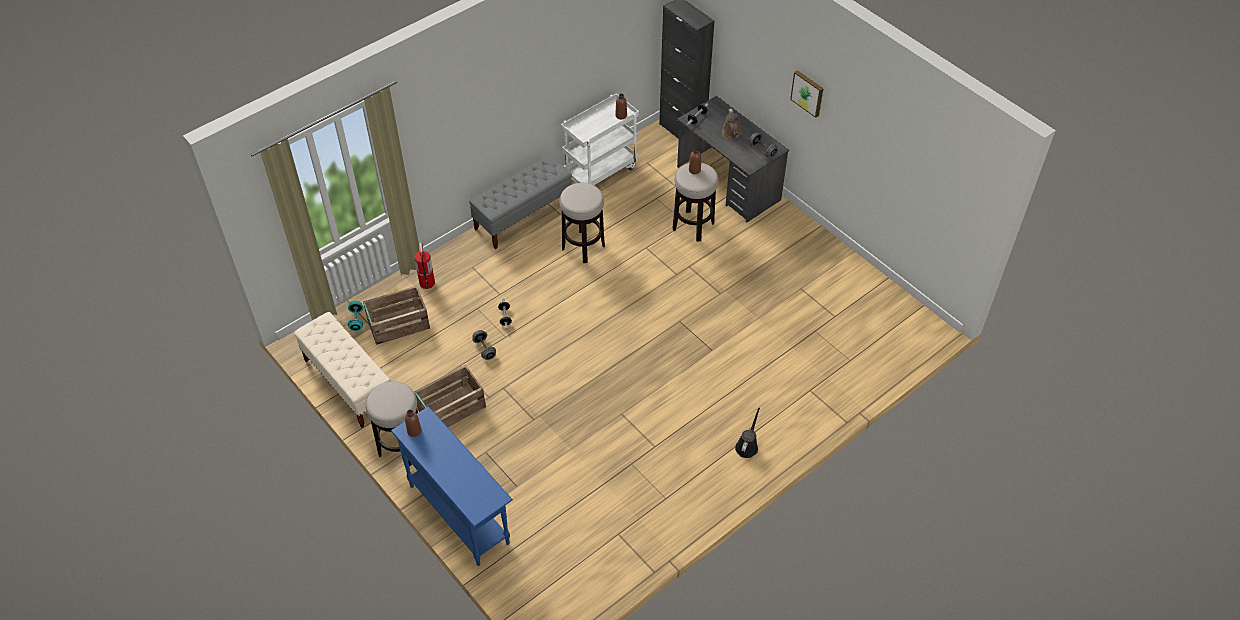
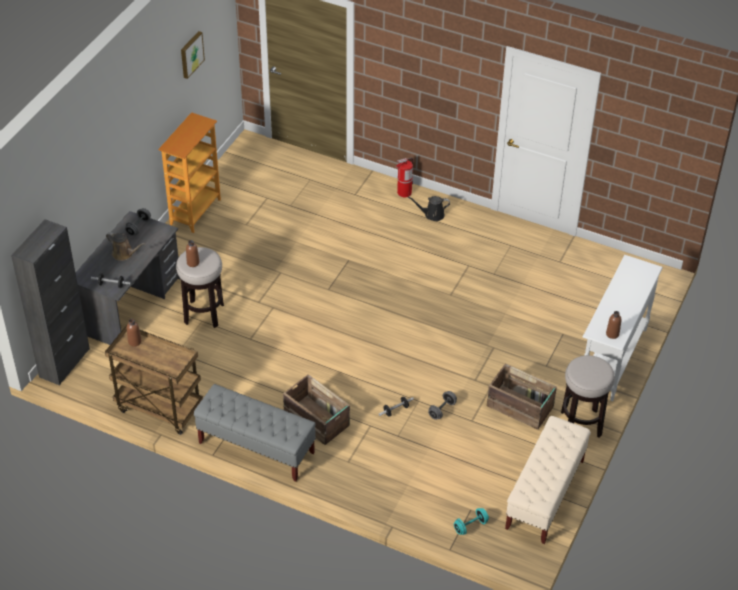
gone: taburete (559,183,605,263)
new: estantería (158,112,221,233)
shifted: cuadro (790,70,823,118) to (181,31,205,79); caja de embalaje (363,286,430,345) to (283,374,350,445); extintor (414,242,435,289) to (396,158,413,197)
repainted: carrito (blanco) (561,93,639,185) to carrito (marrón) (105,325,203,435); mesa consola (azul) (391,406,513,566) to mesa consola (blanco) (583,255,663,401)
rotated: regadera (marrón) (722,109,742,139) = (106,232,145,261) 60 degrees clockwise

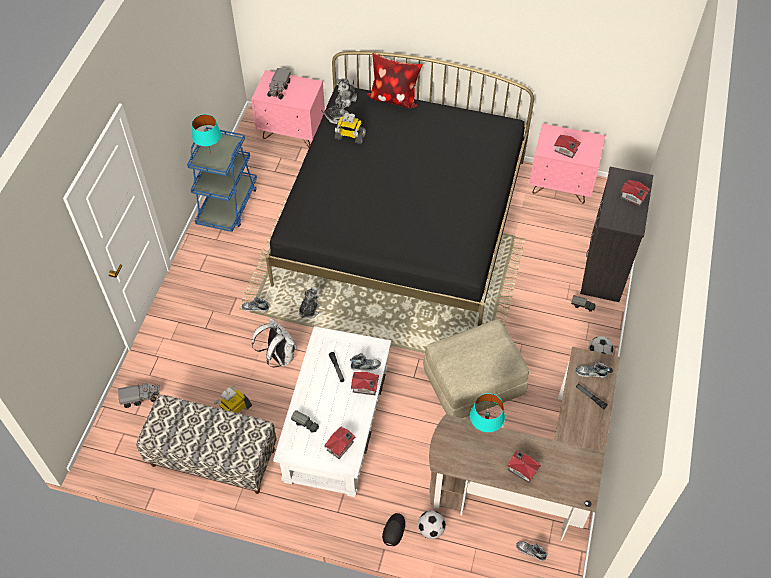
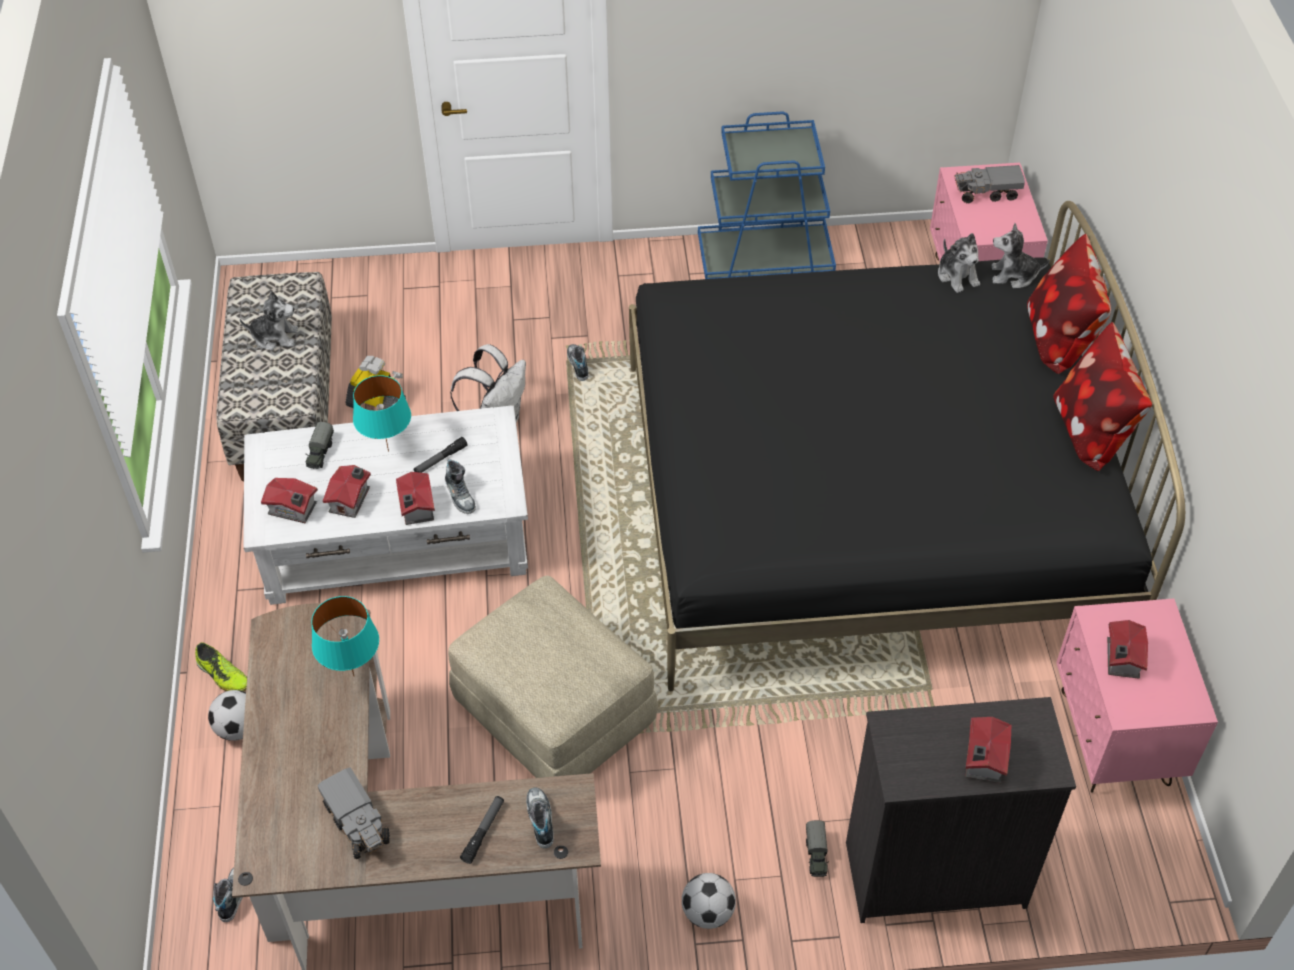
gone: robot de juguete (335,113,366,144)
new: cojín (1053,322,1152,471)
shifted: peluche (299,287,321,319) to (240,291,298,350); camión de juguete (118,383,160,408) to (317,767,390,859); casita (507,450,541,483) to (323,465,371,518); lámpara de mesa (turquesa) (192,114,221,154) to (353,375,411,452)
swapped: gorra (negro) (382,513,405,546) to zapato (195,642,247,692)

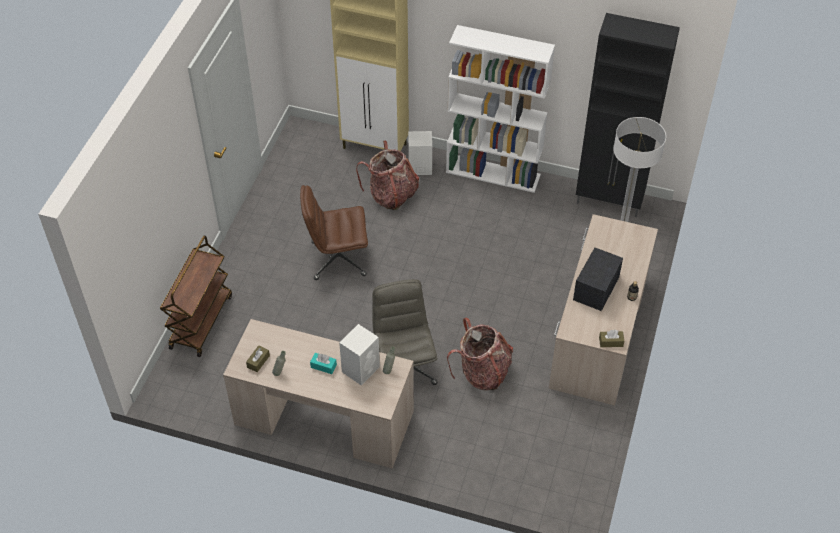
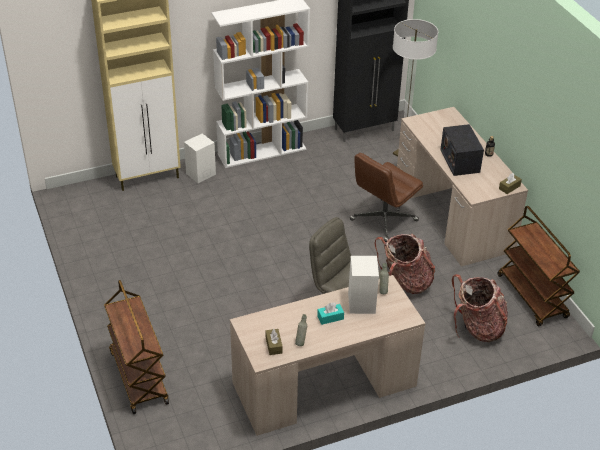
new: carrito (marrón) (498,206,580,327)
shifted: silla de oficina (marrón) (300,185,368,280) to (350,153,423,242); mochila (356,140,419,210) to (452,274,508,342)

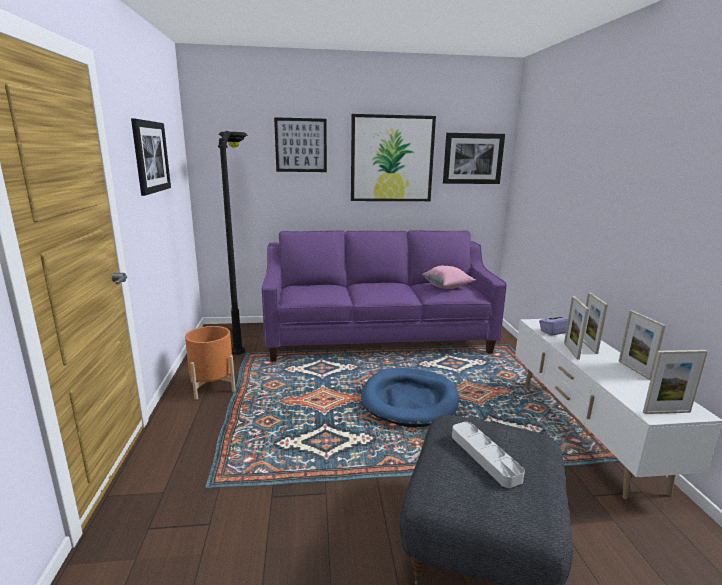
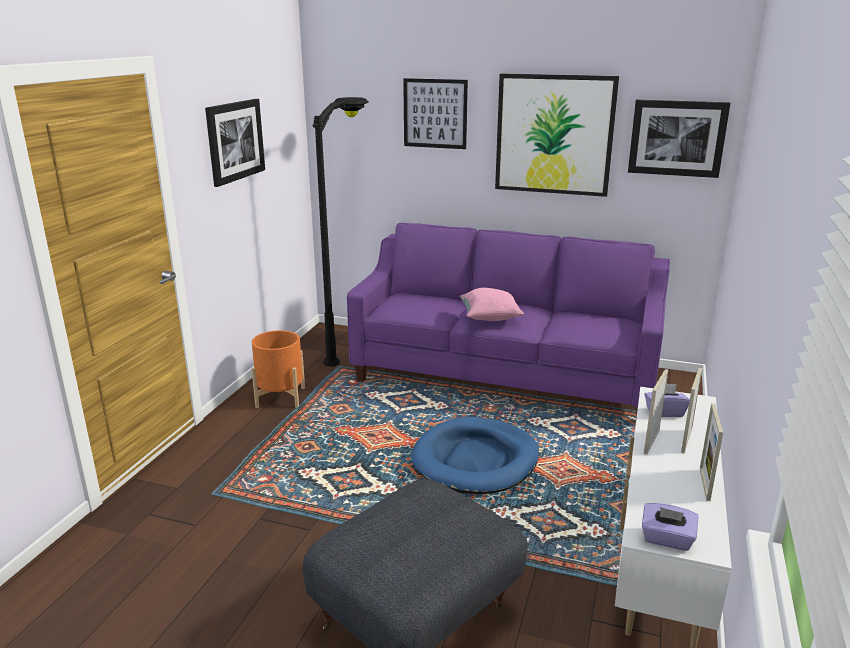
gone: bandeja (gris) (452,422,525,488)
shifted: cojín (rosa) (422,266,475,289) to (460,288,524,321)
swapped: portarretratos (643,350,708,414) to caja de pañuelos (morado) (642,503,699,551)

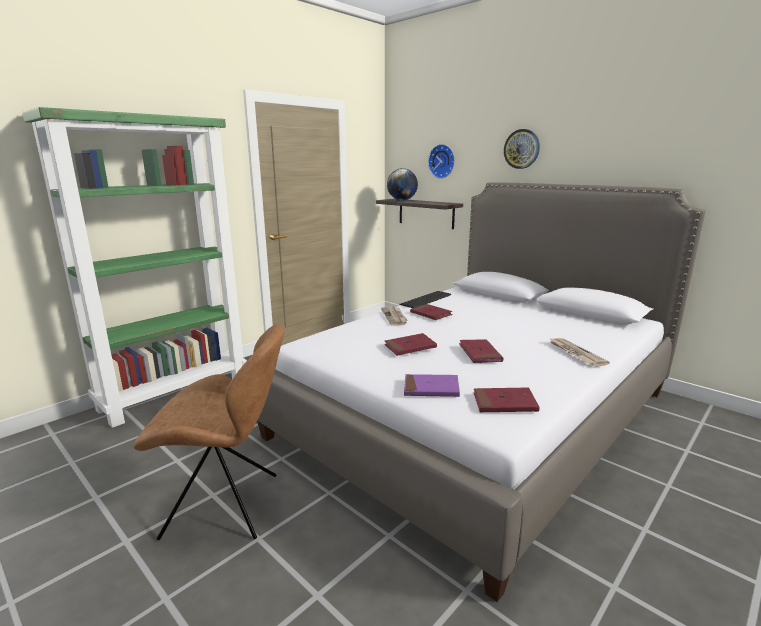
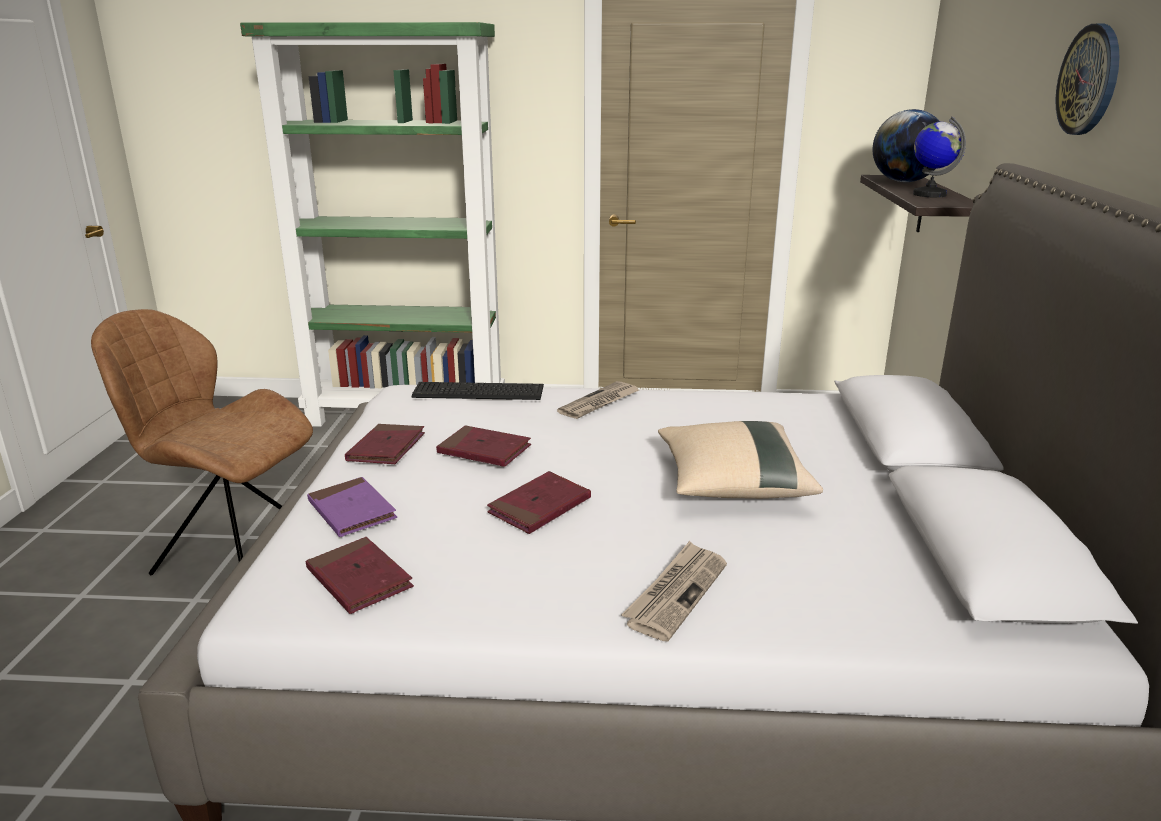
gone: reloj de pared (428,144,455,179)
new: cojín (beis) (658,421,823,499); globo terráqueo (913,116,966,198)
shifted: libro (rojo) (410,304,453,320) to (345,424,425,464); teclado (399,291,451,308) to (412,382,544,400)
rotated: silla (marrón) (134,324,285,540) = (91,309,313,575) 150 degrees clockwise

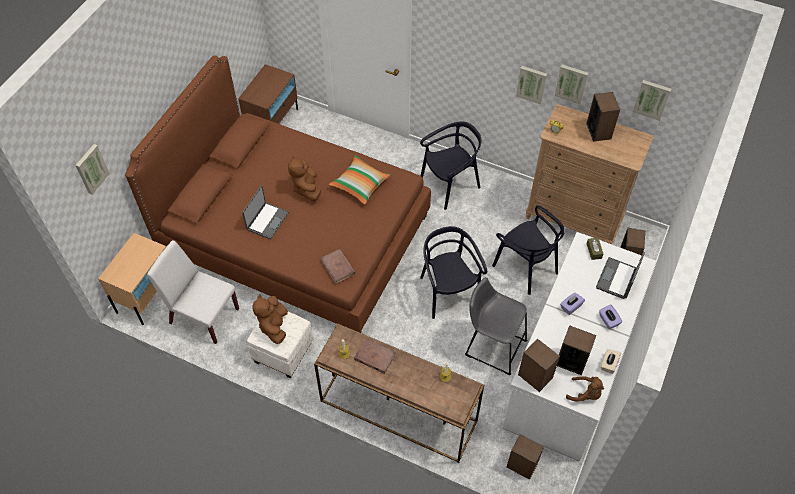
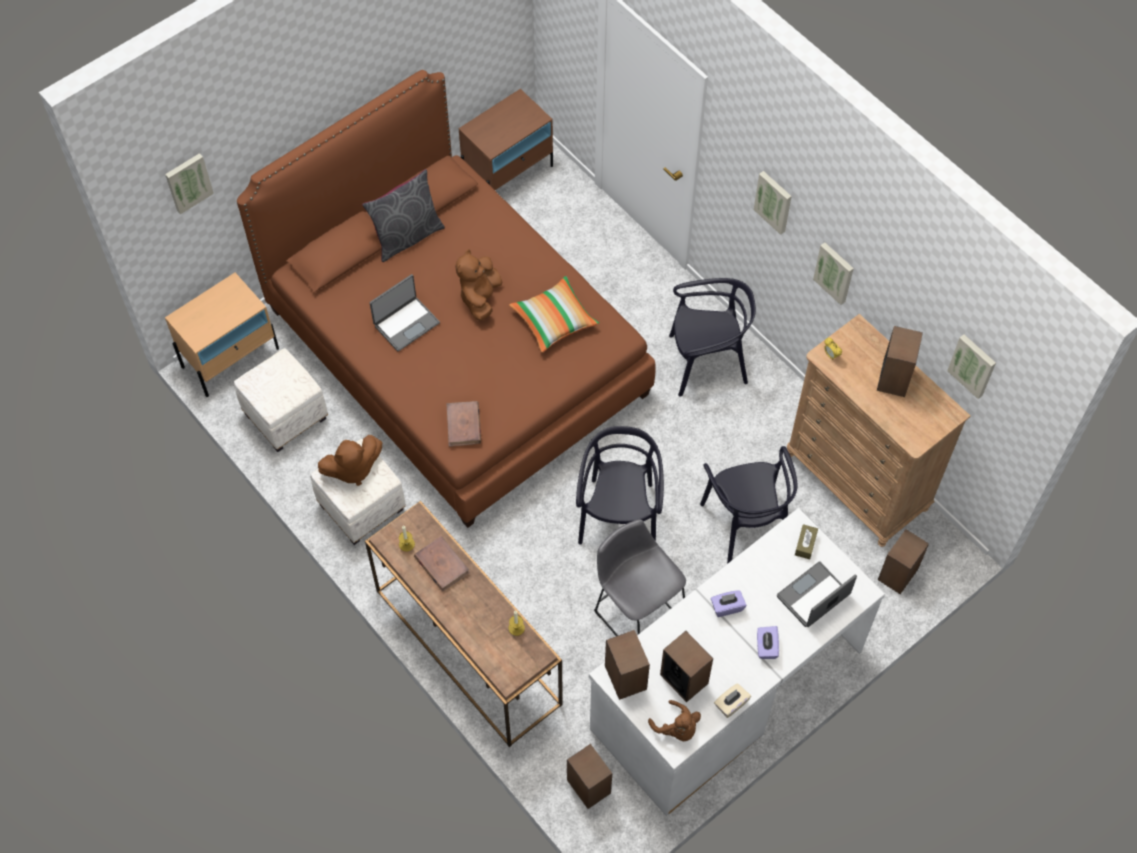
new: cojín (gris) (362,169,445,262)
shifted: cuadro (555,64,588,104) to (754,171,792,235)
swapped: silla (blanco) (147,240,239,344) to puf (blanco) (234,348,328,452)
rotated: peluche (marrón) (252,295,288,344) = (318,435,382,486) 135 degrees counterclockwise

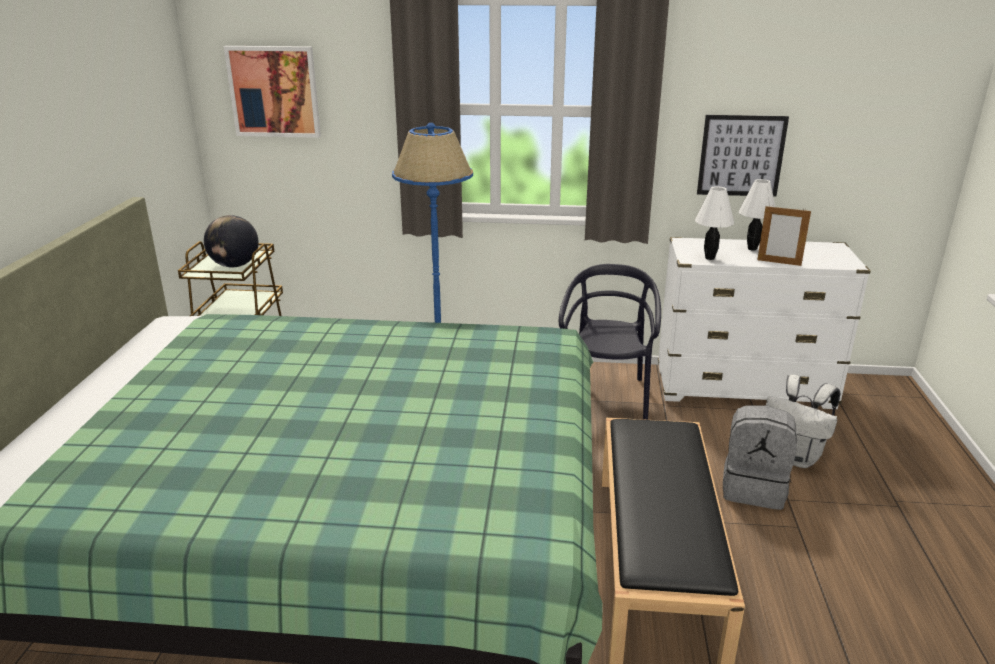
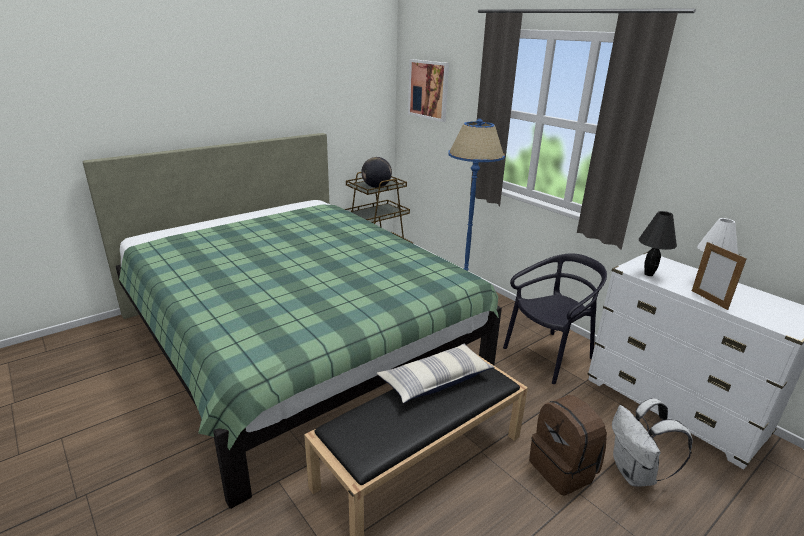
gone: cuadro (697,115,789,197)
new: cojín (377,344,494,403)
repainted: mochila (gris) (723,405,797,510) to mochila (marrón) (529,395,607,496); lámpara de mesa (blanco) (695,186,734,260) to lámpara de mesa (negro) (639,211,677,276)

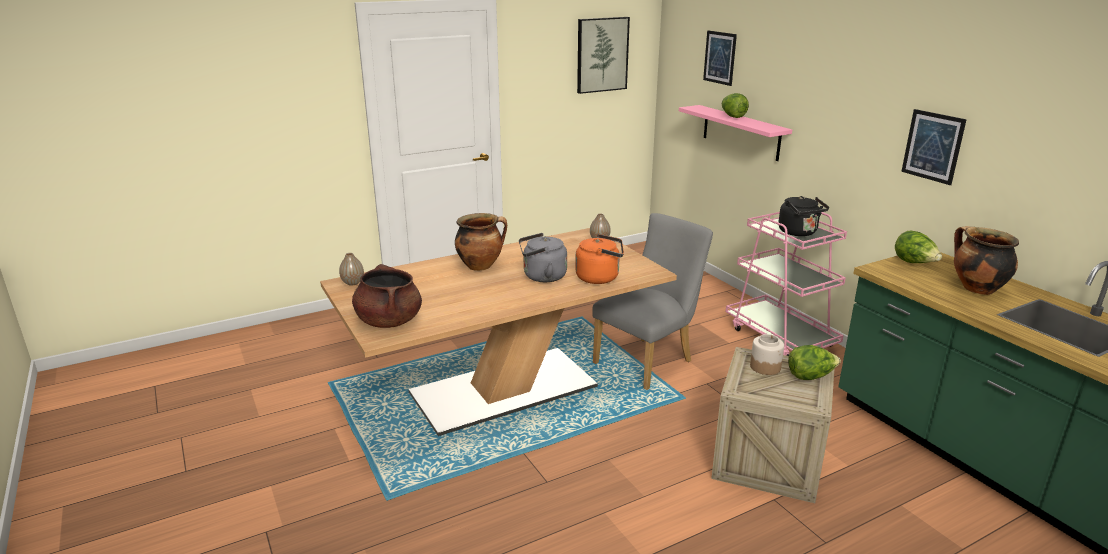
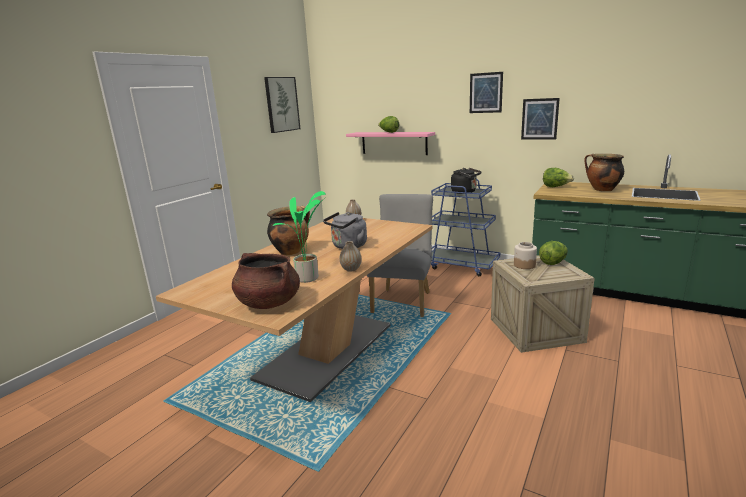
gone: hervidor (naranja) (575,234,624,284)
new: planta en maceta (273,191,325,283)
shifted: florero (339,253,364,286) to (340,241,362,272); cuadro (703,30,737,86) to (470,72,503,113)
repainted: carrito (rosa) (726,212,847,356) to carrito (azul) (431,179,500,276)

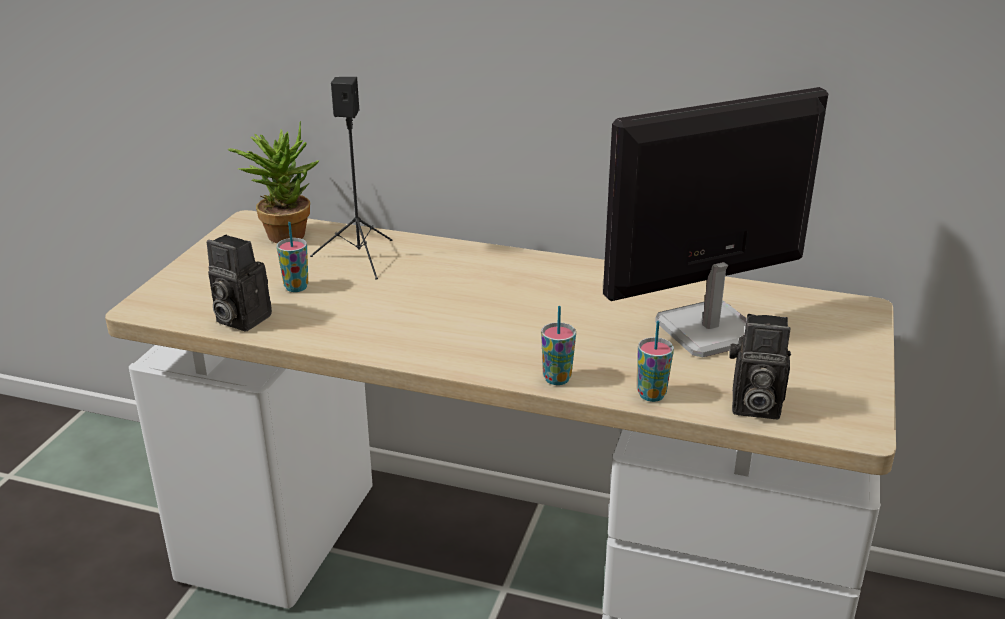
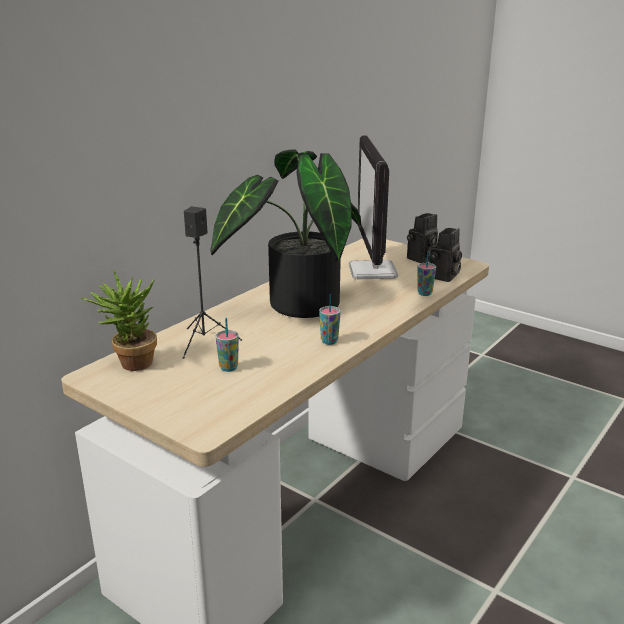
new: planta en maceta (210,150,362,318)
shifted: taza (541,306,576,385) to (319,294,341,345); cámara (207,235,272,332) to (407,213,438,263)

